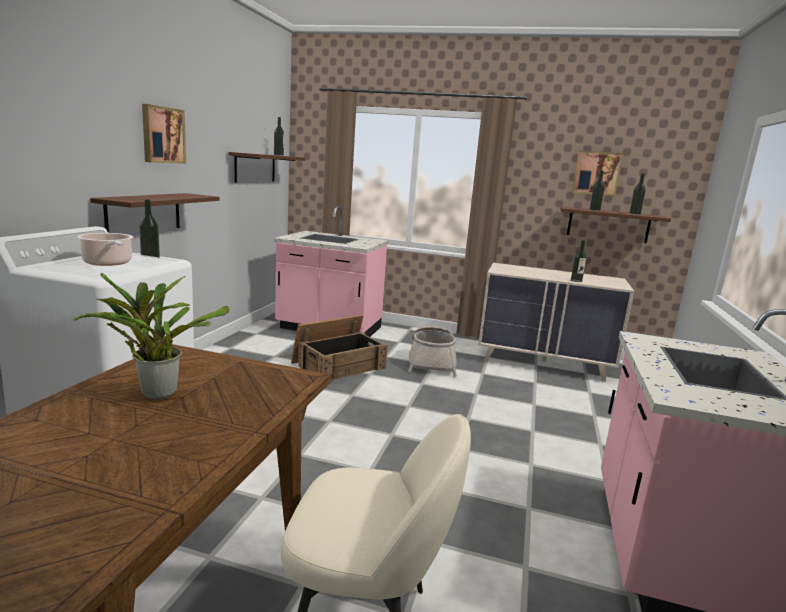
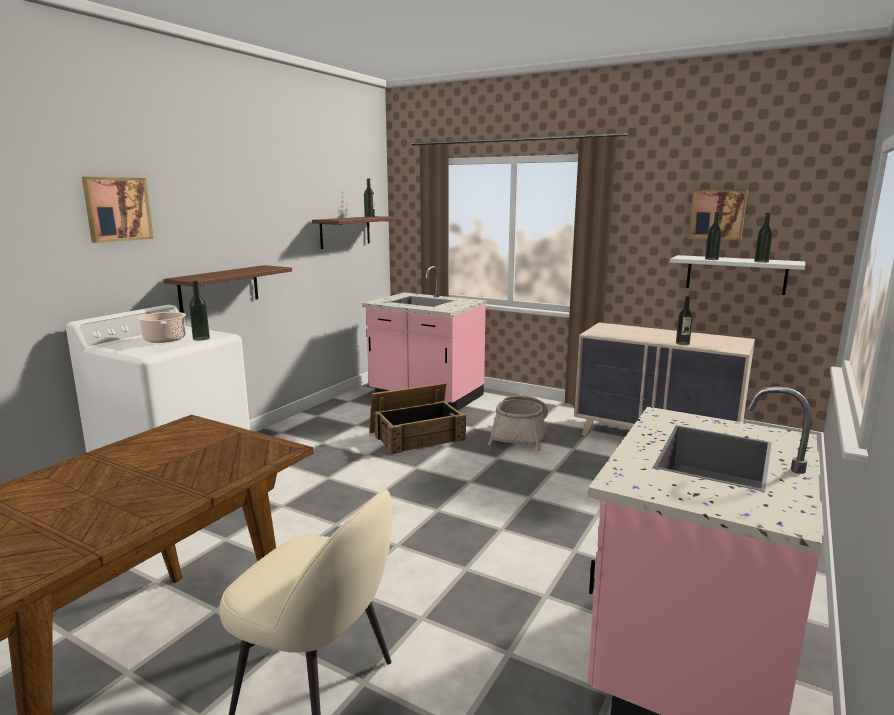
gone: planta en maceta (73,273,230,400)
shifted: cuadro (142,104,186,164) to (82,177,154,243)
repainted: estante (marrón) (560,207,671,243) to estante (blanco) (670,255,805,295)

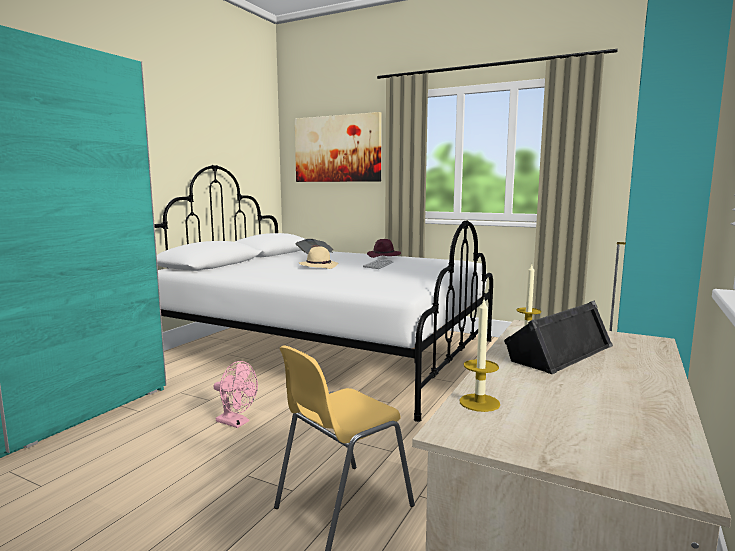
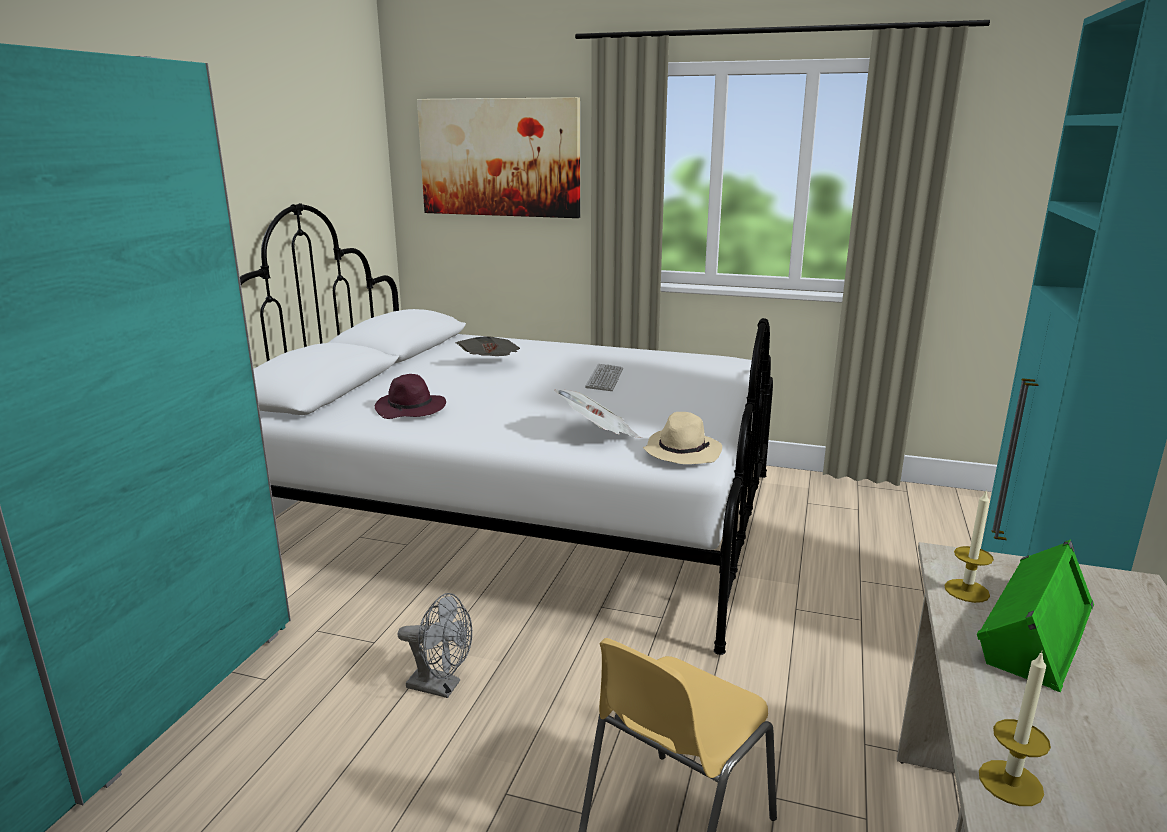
new: periódico (554,390,642,438)
shifted: sombrero (morado) (367,239,401,258) to (375,374,446,419); sombrero (beis) (299,246,339,269) to (643,412,722,464)
repainted: ventilador (rosa) (213,361,258,428) to ventilador (gris) (397,593,472,698); altavoz (negro) (504,300,613,374) to altavoz (verde) (977,539,1094,692)

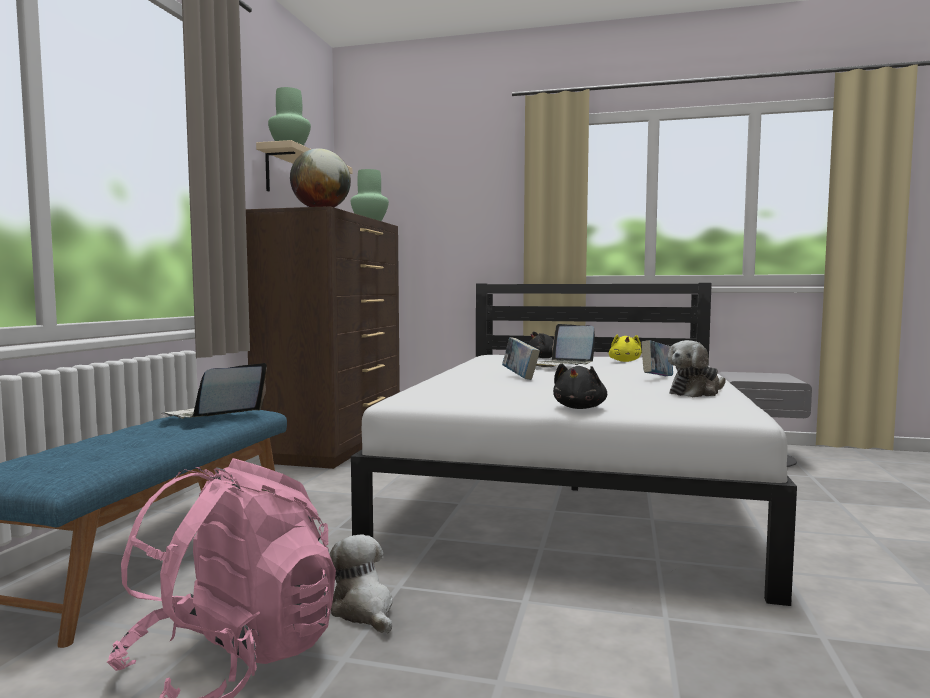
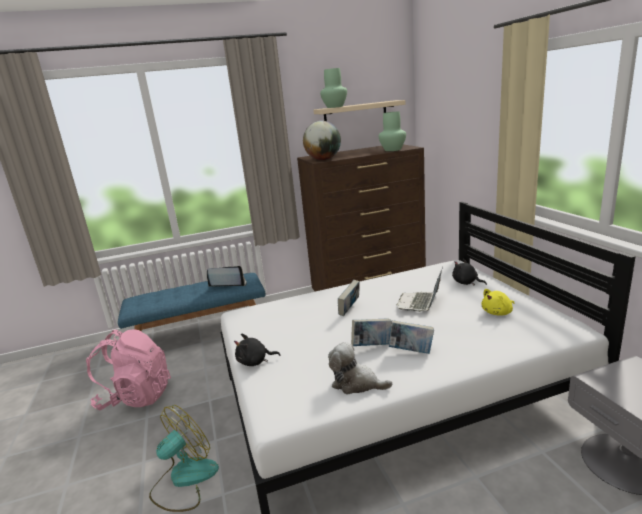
gone: peluche (330,535,393,634)
new: ventilador (149,405,219,512); libro (351,318,392,346)

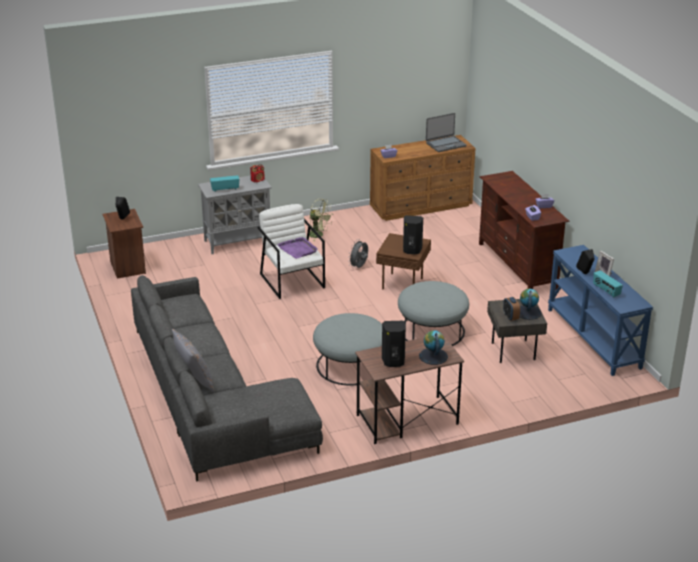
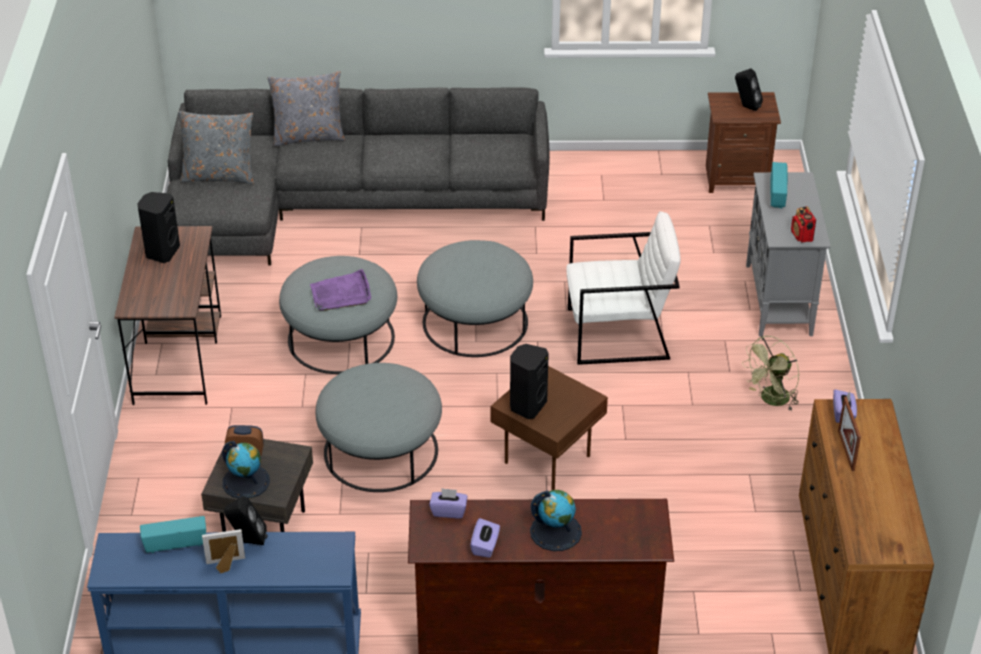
gone: ventilador (gris) (348,239,368,268); portátil (426,113,466,152)
new: cojín (gris) (178,111,254,184); puf (gris) (417,240,533,357); portarretratos (838,397,861,471)
shifted: bandeja (morado) (277,237,317,259) to (310,269,371,311); globo terráqueo (419,330,448,365) to (530,490,582,551)

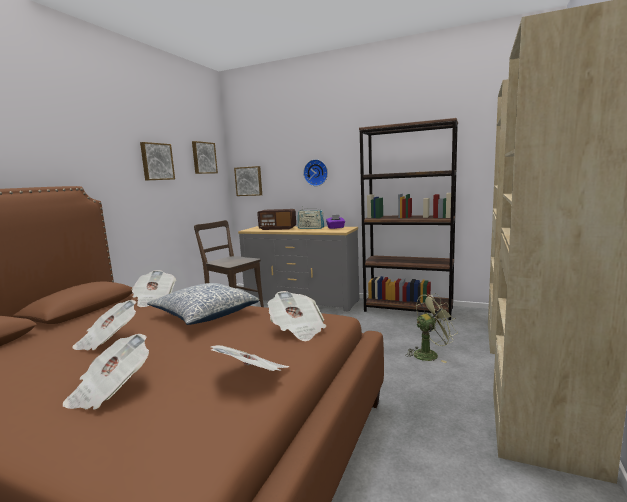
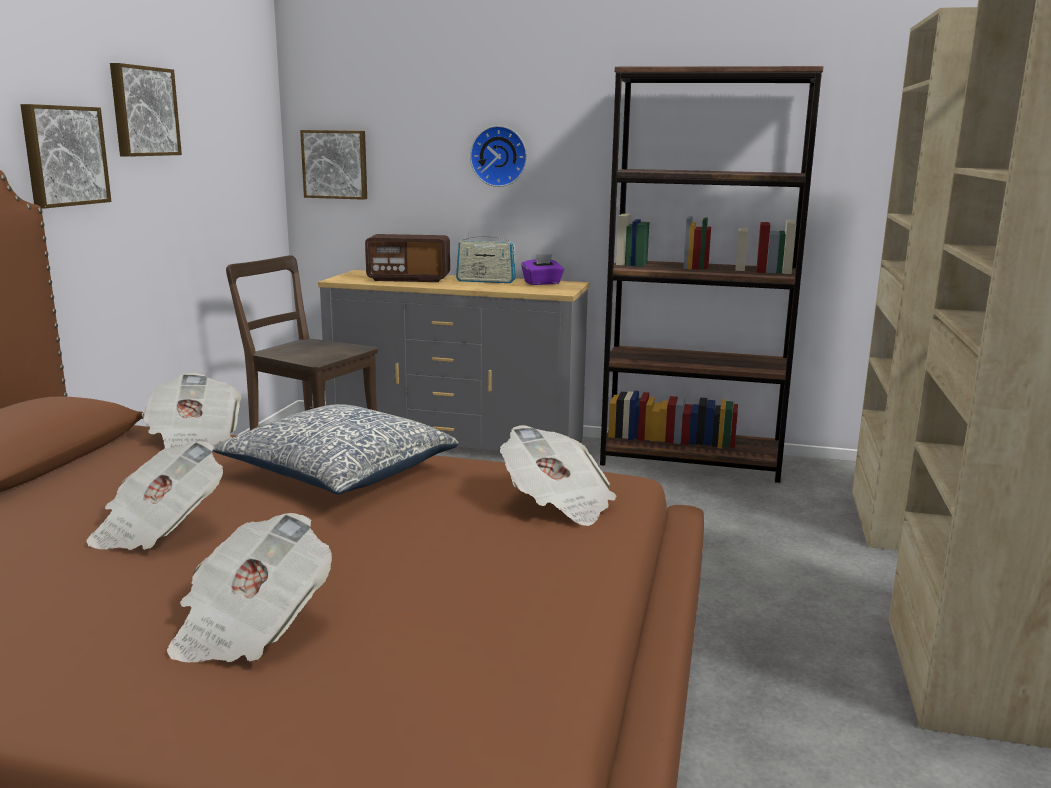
gone: periódico (211,345,289,371); ventilador (verde) (405,293,458,363)
shifted: cuadro (192,141,218,174) to (20,104,111,209)

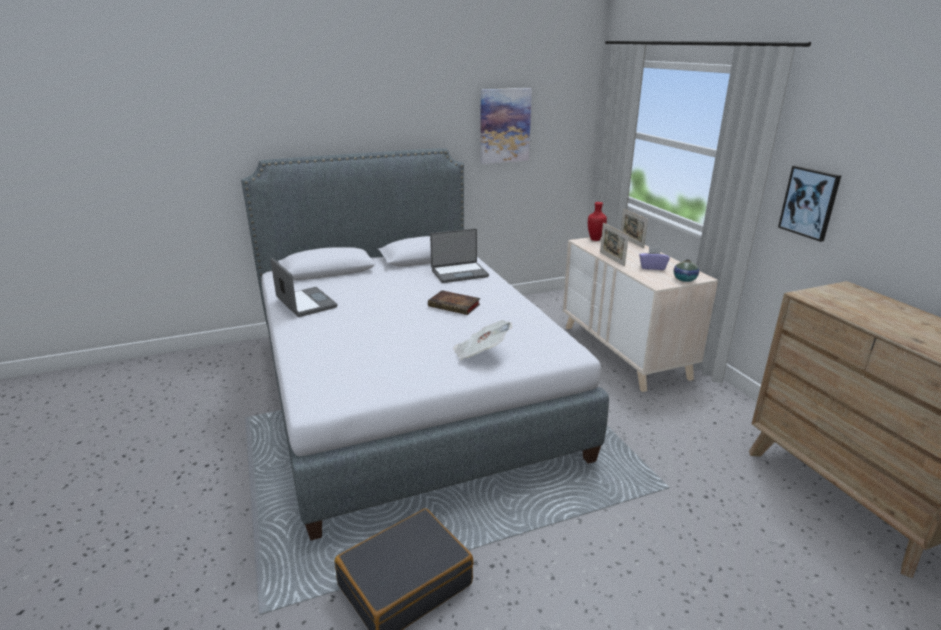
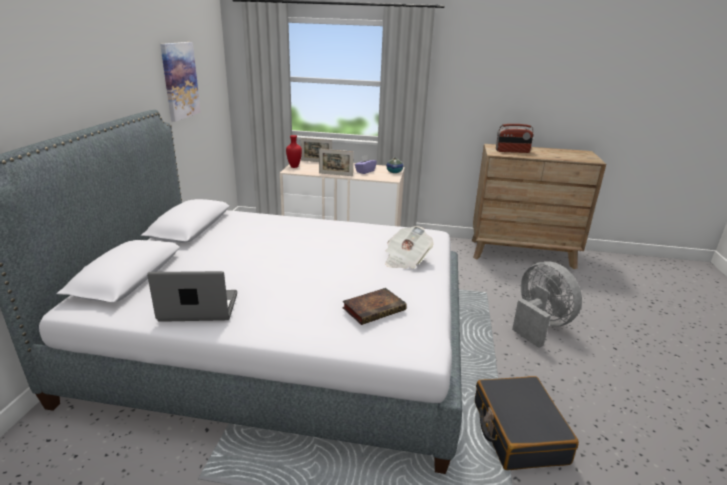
gone: portátil (430,228,489,283); cuadro (778,166,841,242)
new: radio (496,124,534,153); ventilador (gris) (512,262,582,348)
shifted: libro (428,290,480,315) to (342,288,407,325)

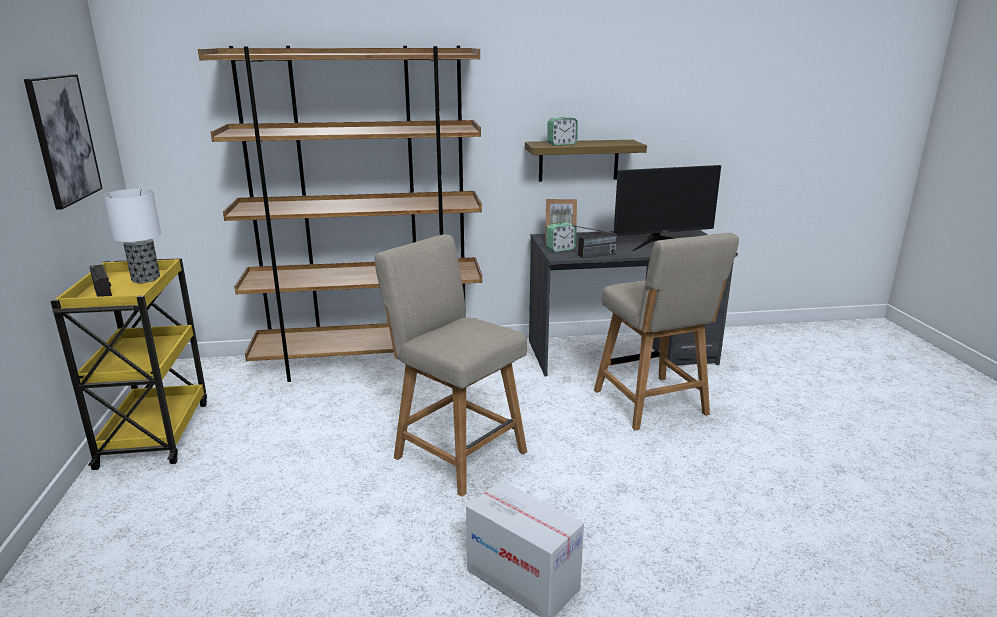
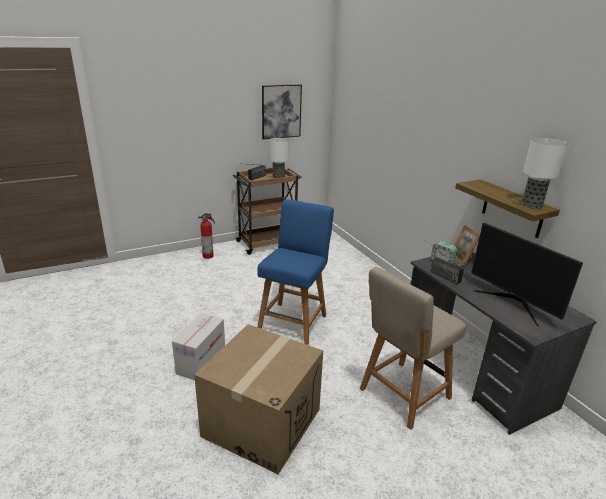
gone: estantería (marrón) (198,46,482,382); despertador (547,117,578,146)
new: caja de cartón (194,324,323,474); extintor (198,213,215,259); lámpara de mesa (522,138,568,209)
repainted: carrito (amarillo) (50,258,207,470) to carrito (marrón) (233,168,302,255); silla (beis) (375,235,527,497) to silla (azul) (257,199,334,345)

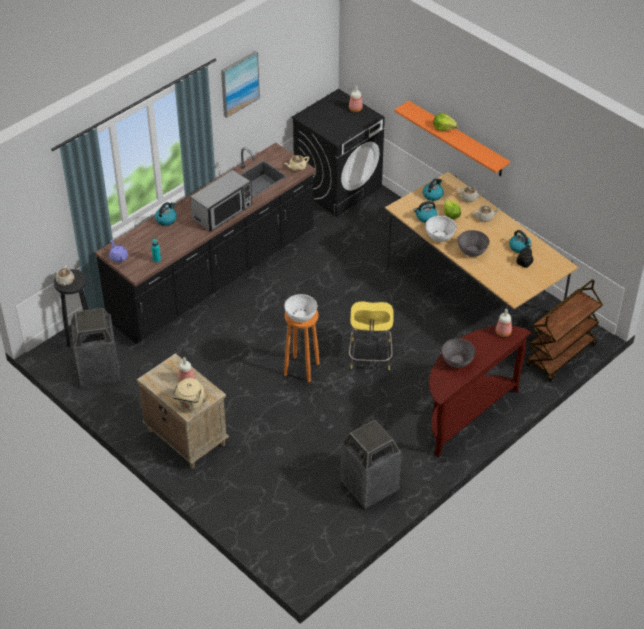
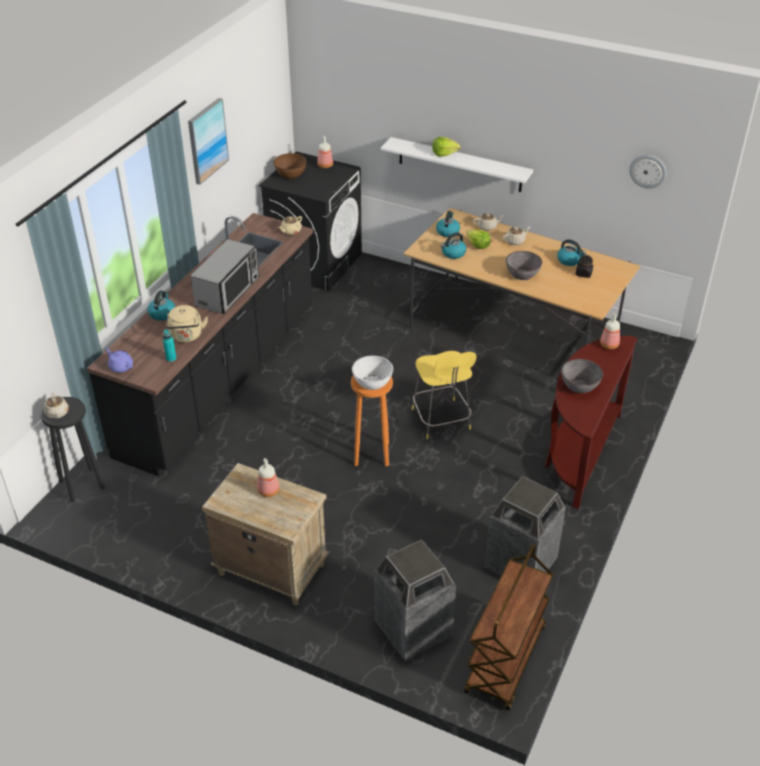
gone: cuenco (blanco) (425,216,457,242)
new: cuenco (marrón) (273,153,307,179); reloj de pared (629,155,667,189)
shifted: hervidor (beis) (172,378,210,411) to (166,305,208,343); papelera (71,308,120,387) to (374,539,456,661); carrito (marrón) (526,279,603,382) to (464,543,554,711)
repainted: estante (naranja) (394,101,510,176) to estante (blanco) (381,137,533,192)

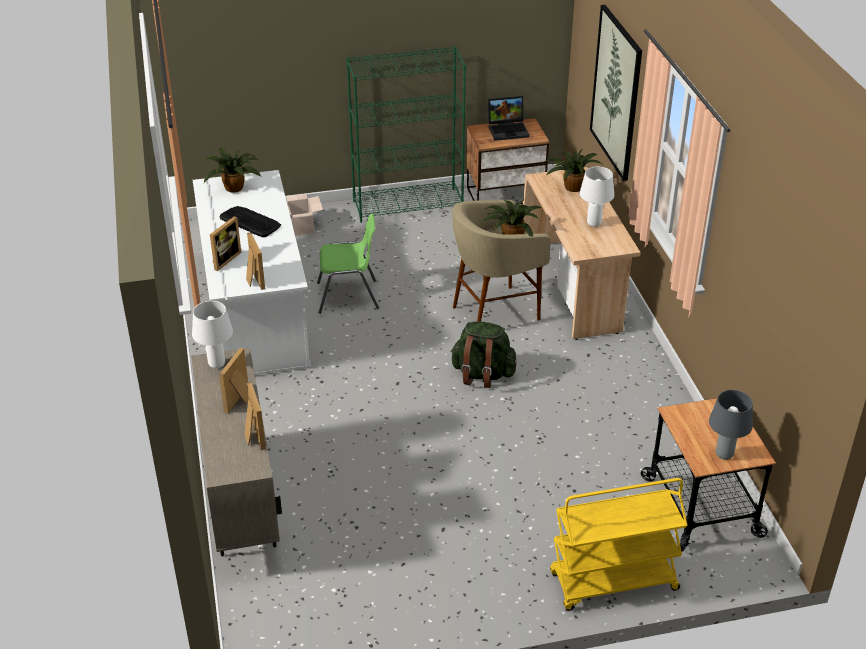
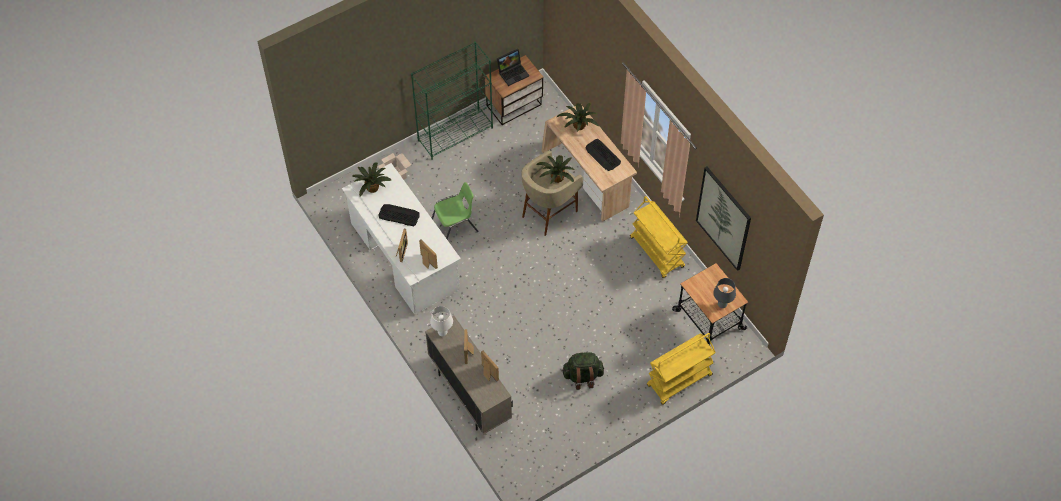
new: carrito (amarillo) (630,196,688,278)
shifted: mochila (verde) (450,321,517,388) to (562,352,604,390); cuadro (590,5,642,181) to (696,167,751,271)
swapped: lámpara de mesa (blanco) (580,167,614,227) to teclado (585,139,621,171)

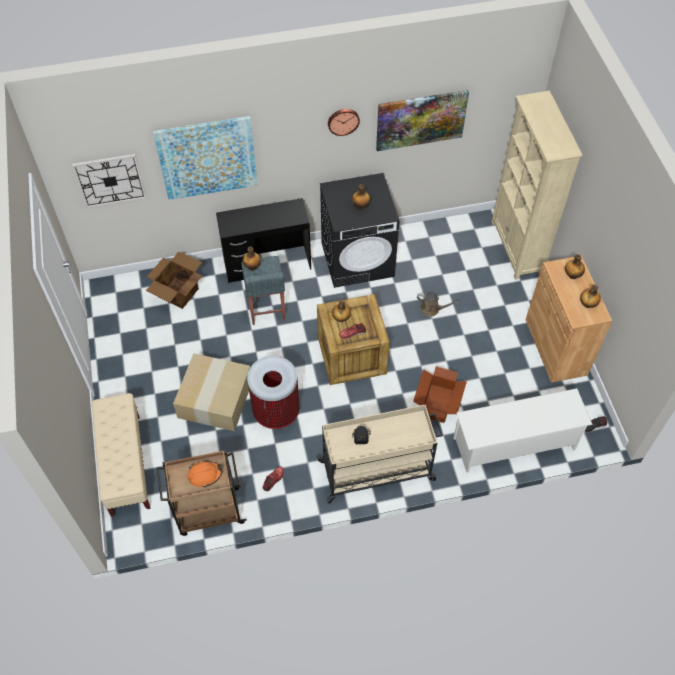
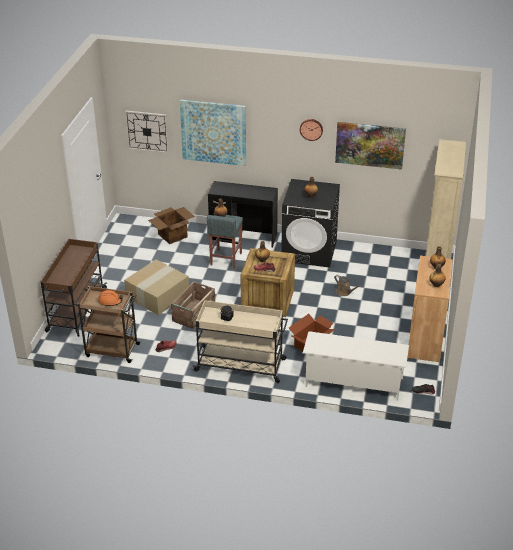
swapped: banco (beis) (91,393,150,517) to carrito (marrón) (40,239,107,337); papelera (247,356,299,429) to caja de embalaje (171,281,215,329)

